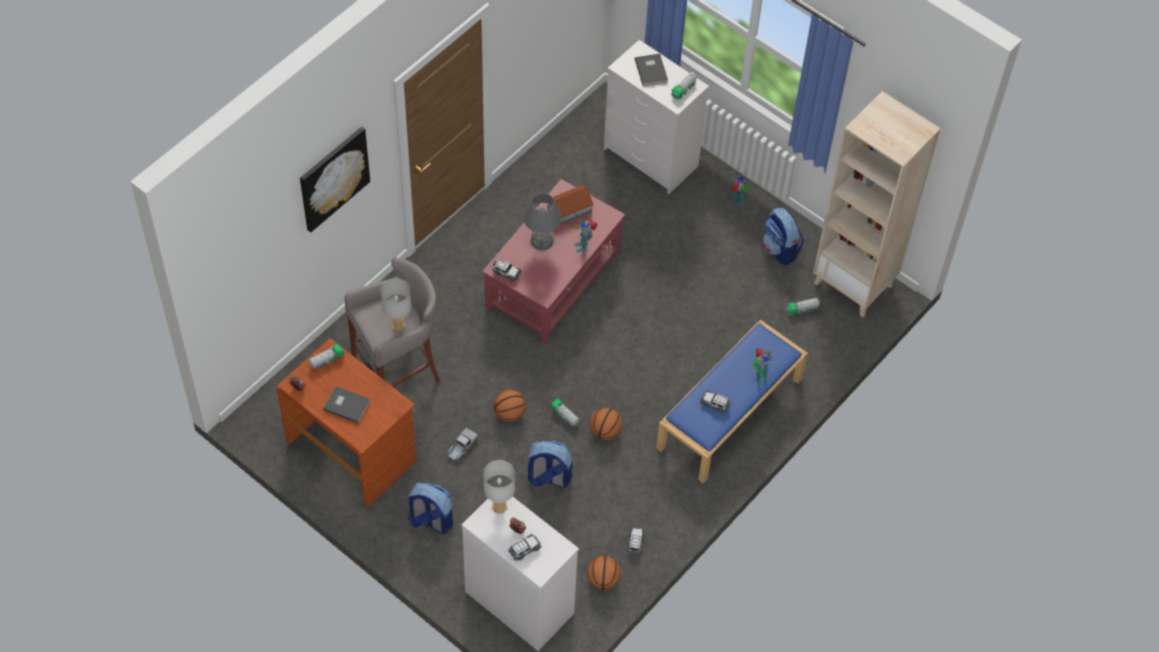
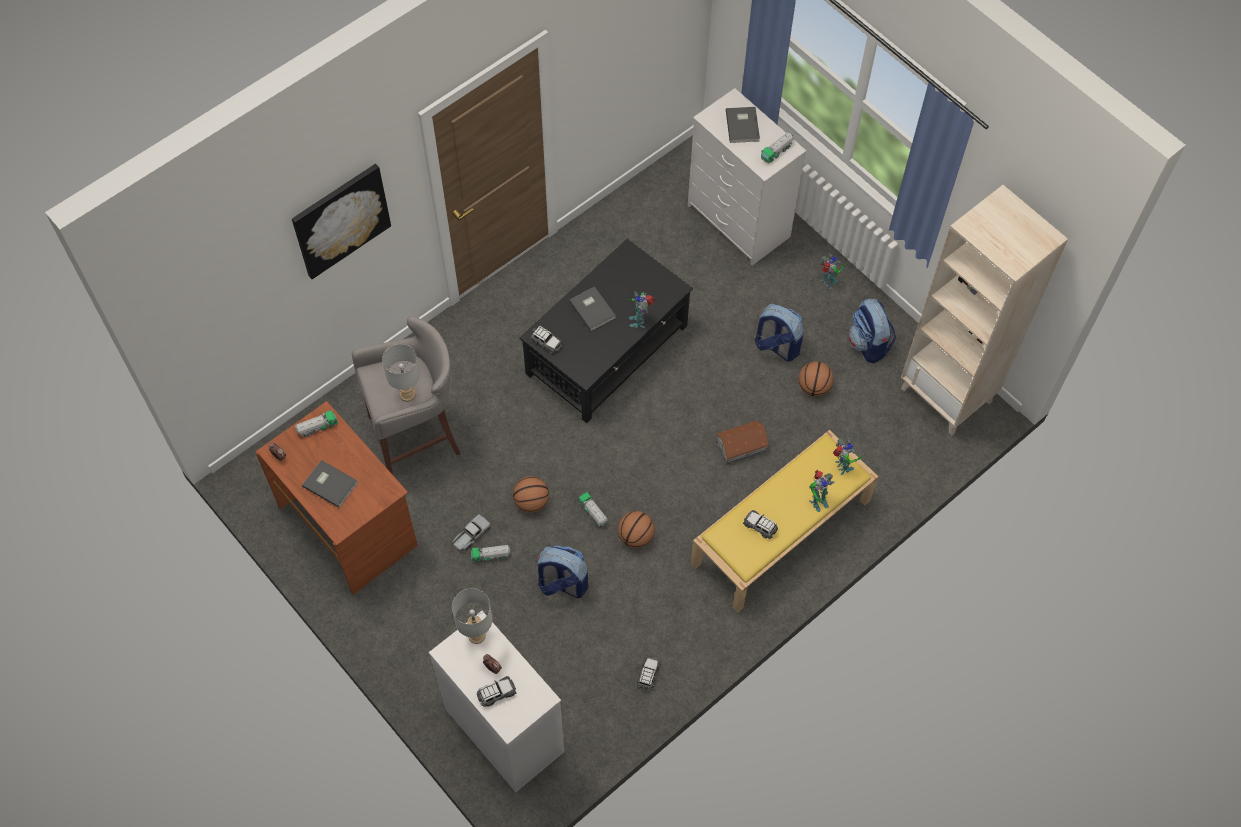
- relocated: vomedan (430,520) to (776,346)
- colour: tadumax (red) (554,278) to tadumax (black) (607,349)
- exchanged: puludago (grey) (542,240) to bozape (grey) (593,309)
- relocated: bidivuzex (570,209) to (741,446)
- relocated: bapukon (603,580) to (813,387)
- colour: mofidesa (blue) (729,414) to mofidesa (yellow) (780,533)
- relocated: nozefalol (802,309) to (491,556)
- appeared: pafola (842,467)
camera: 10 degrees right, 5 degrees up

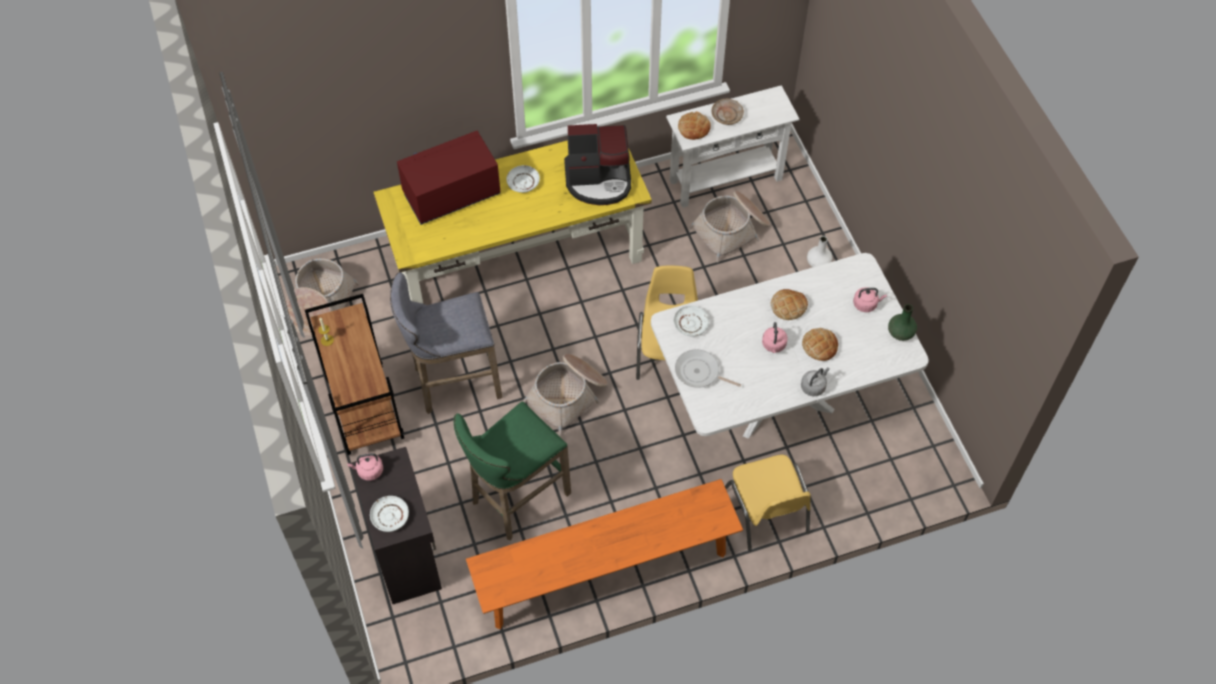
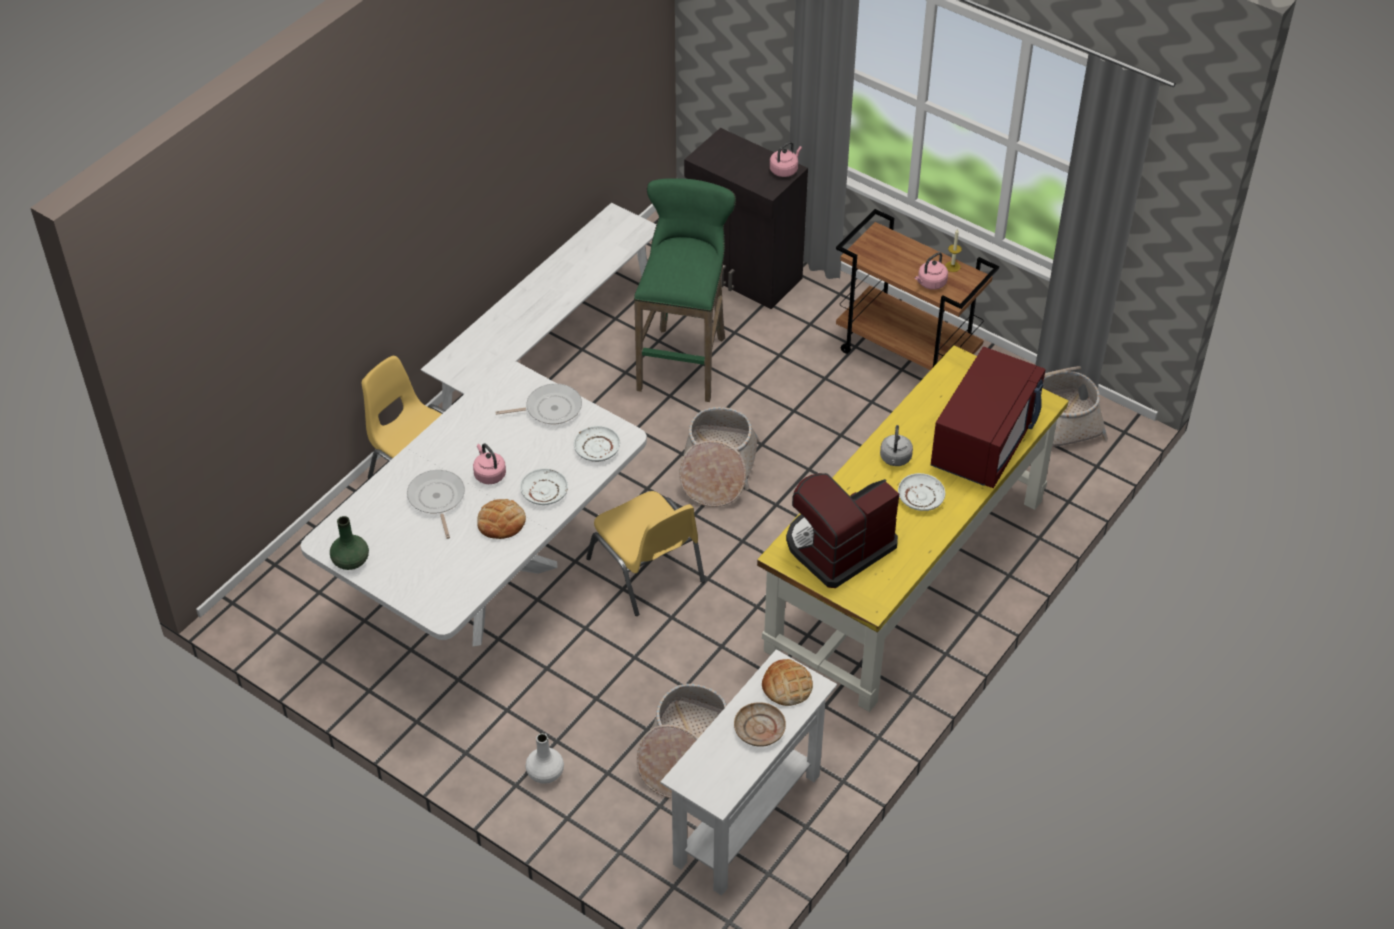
- relocated: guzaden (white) (390,516) to (544,491)
- missing: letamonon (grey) (453,383)
- colour: mofidesa (orange) (605,571) to mofidesa (white) (549,350)
- relocated: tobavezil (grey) (814,386) to (895,459)
- exchanged: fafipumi (819,346) to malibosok (437,499)
- relocated: tobavezil (pink) (866,304) to (930,283)
camera: 145 degrees right, 10 degrees down

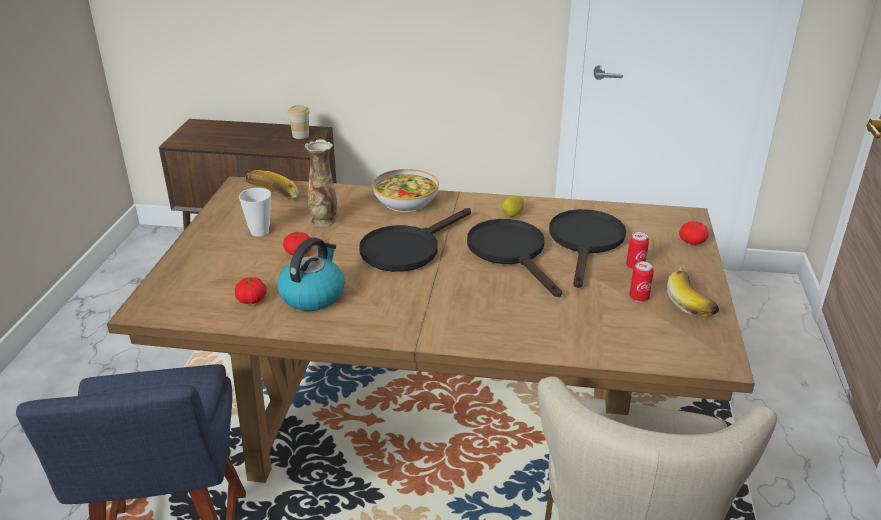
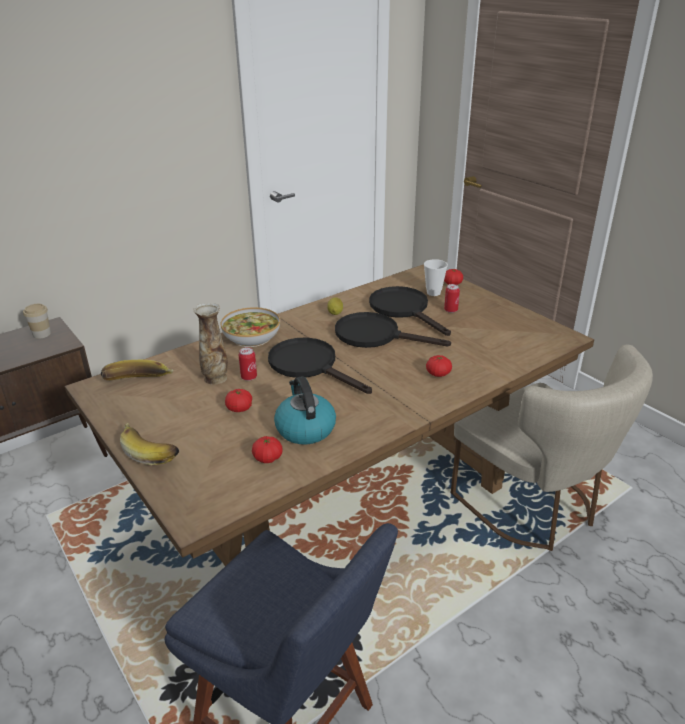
- relocated: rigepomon (259,232) to (433,293)
- spun: malibosok (black) (407,248) = (310,365) 135 degrees clockwise
- relocated: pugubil (639,297) to (249,377)
- relocated: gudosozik (694,301) to (152,450)
- appeared: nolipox (438,373)
camera: 45 degrees left, 0 degrees up

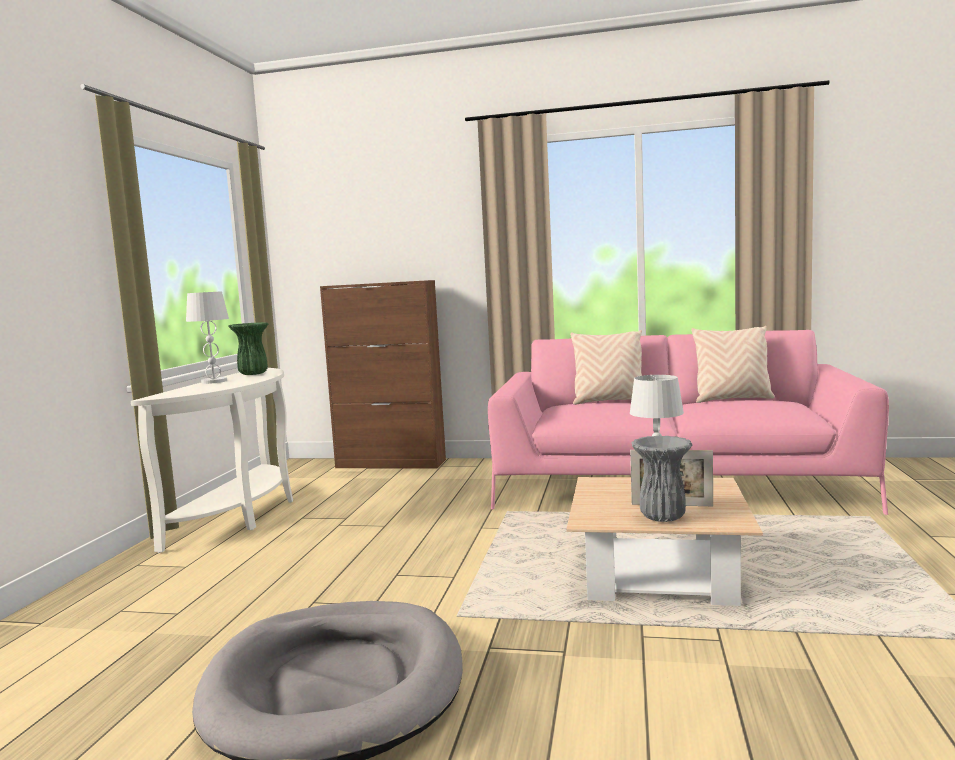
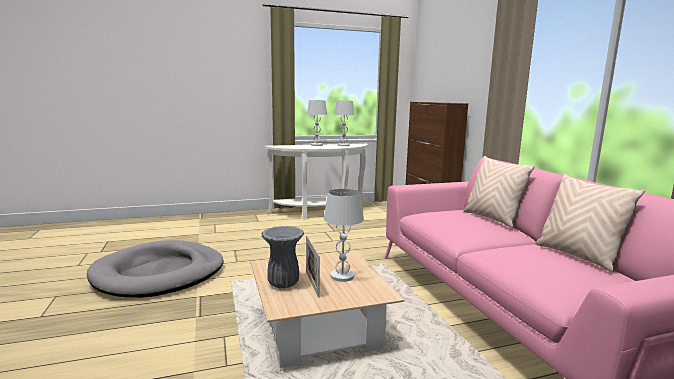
- exchanged: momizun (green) (253,374) to puludago (white) (343,145)
camera: 60 degrees right, 5 degrees up

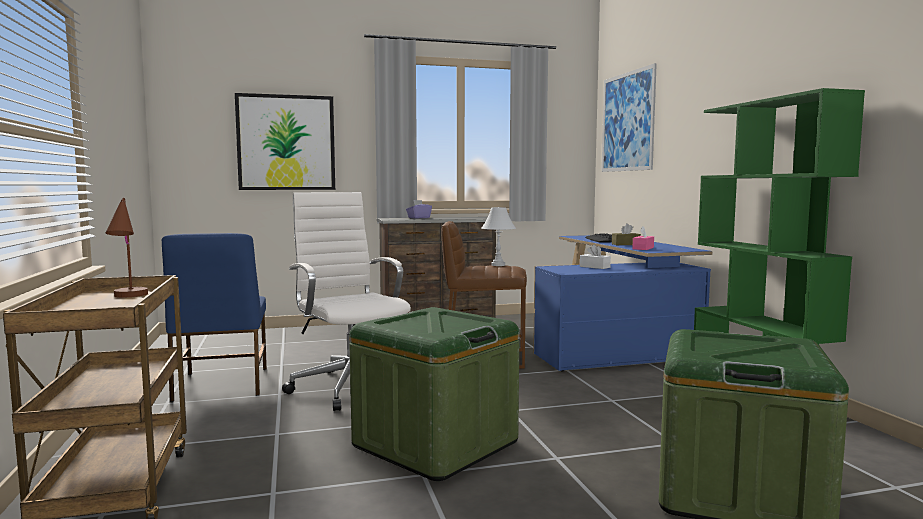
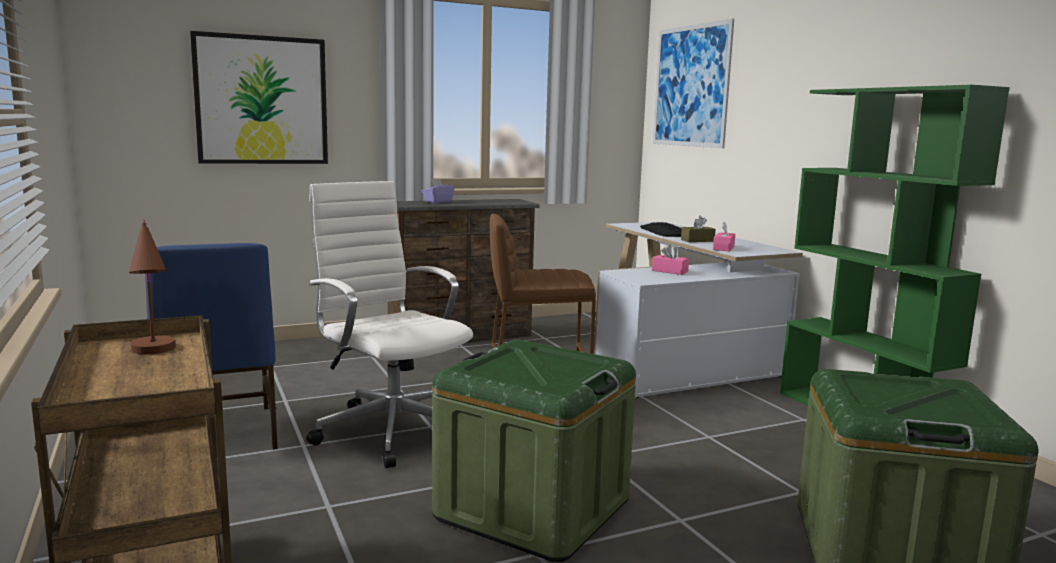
- missing: puludago (white) (498,265)
- colour: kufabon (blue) (613,344) to kufabon (white) (678,357)
- colour: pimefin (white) (594,267) to pimefin (pink) (670,271)
camera: 10 degrees left, 5 degrees up

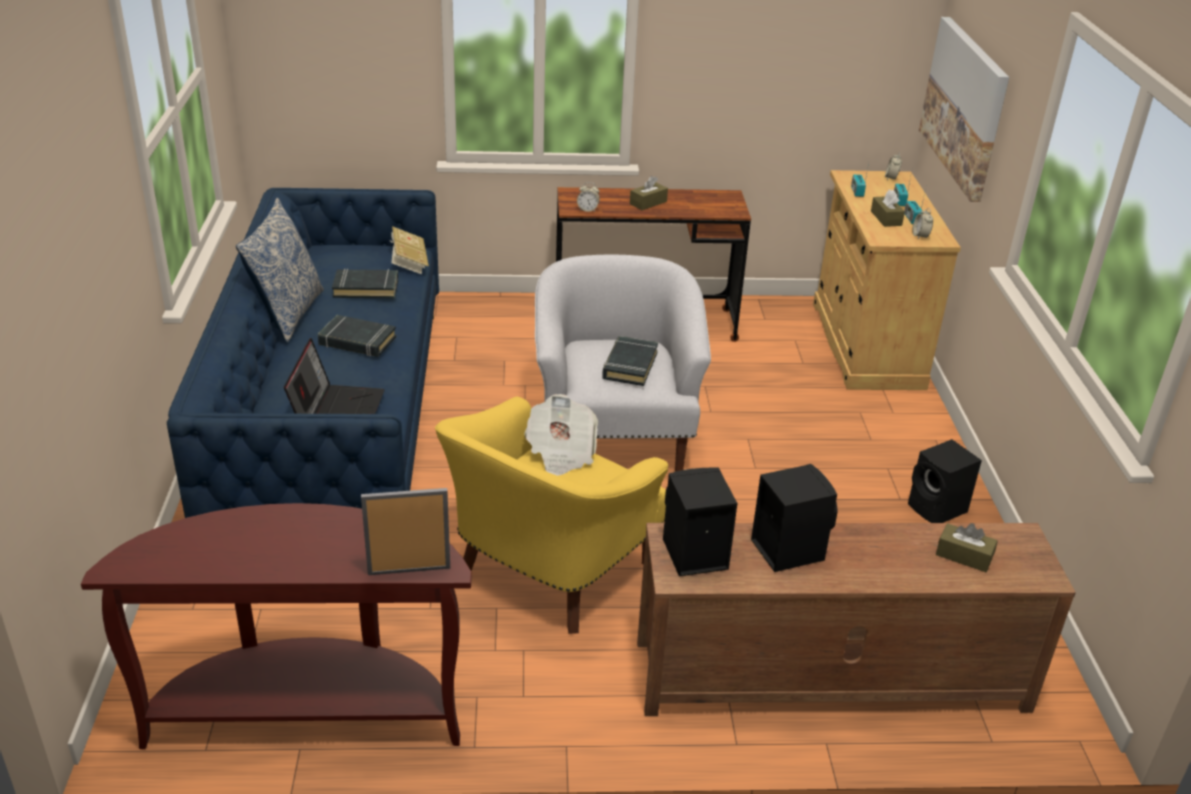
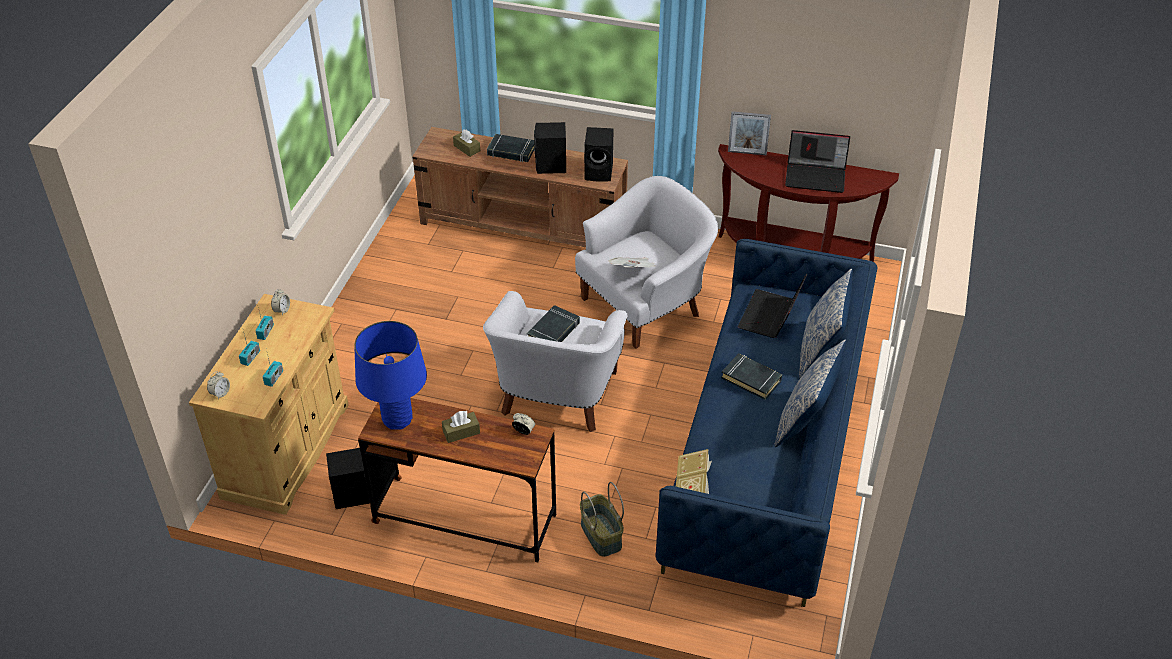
- relocated: bozape (black) (366,288) to (511,151)
- colour: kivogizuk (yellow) (548,573) to kivogizuk (white) (645,306)
- missing: pimefin (brown) (886,218)
- relocated: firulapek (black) (938,509) to (351,493)
- missing: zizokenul (964,106)
- appeared: puludago (blue) (397,420)
- appeared: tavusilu (600,535)
- appeared: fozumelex (816,176)
- appeared: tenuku (820,352)
camera: 160 degrees left, 10 degrees up

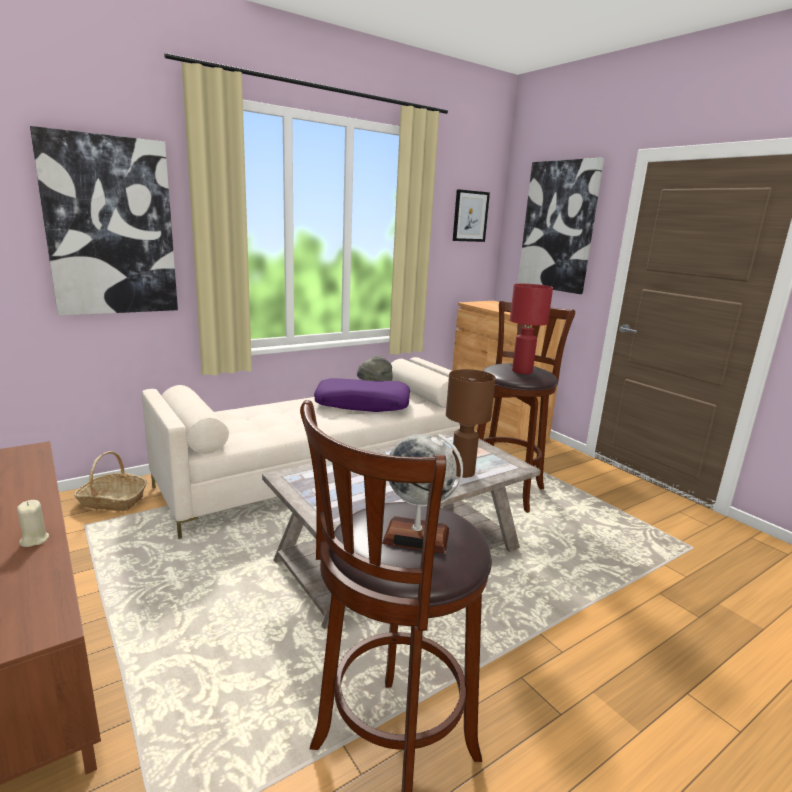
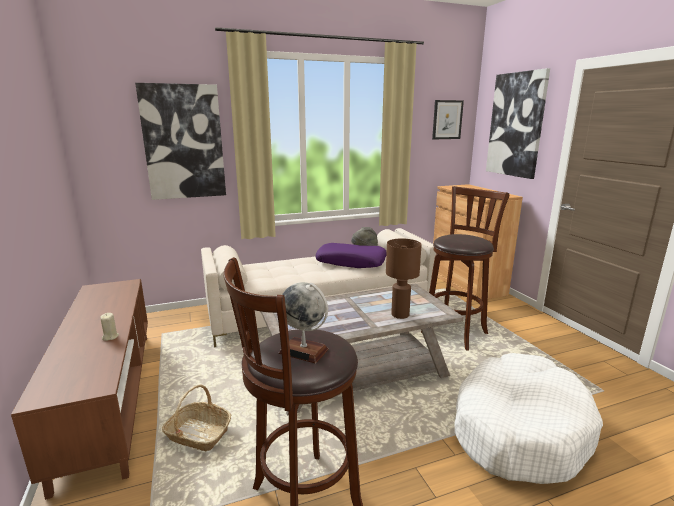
- relocated: tavusilu (112,501) to (198,434)
- missing: puludago (red) (521,372)
- appeared: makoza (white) (518,429)
camera: 15 degrees right, 0 degrees up

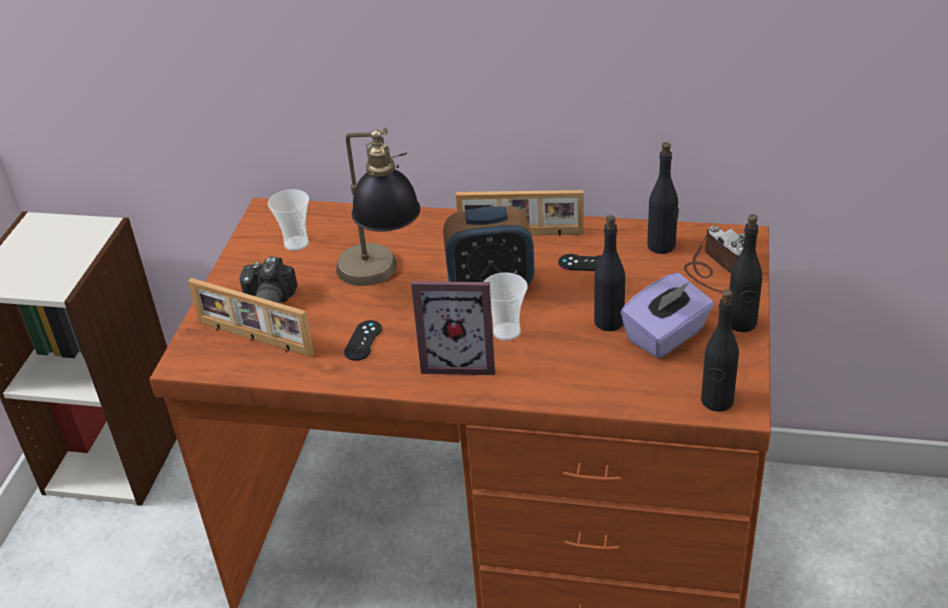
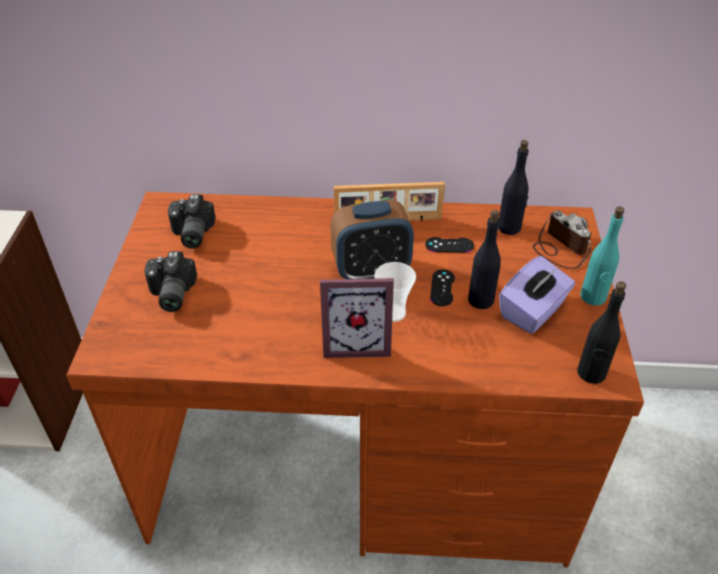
- missing: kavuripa (254,339)
- exchanged: rigepomon (296,243) to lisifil (191,234)
- missing: puludago (381,279)
- relocated: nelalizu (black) (363,340) to (442,288)
- colour: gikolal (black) (741,323) to gikolal (turquoise) (593,297)
camera: 10 degrees left, 5 degrees up

